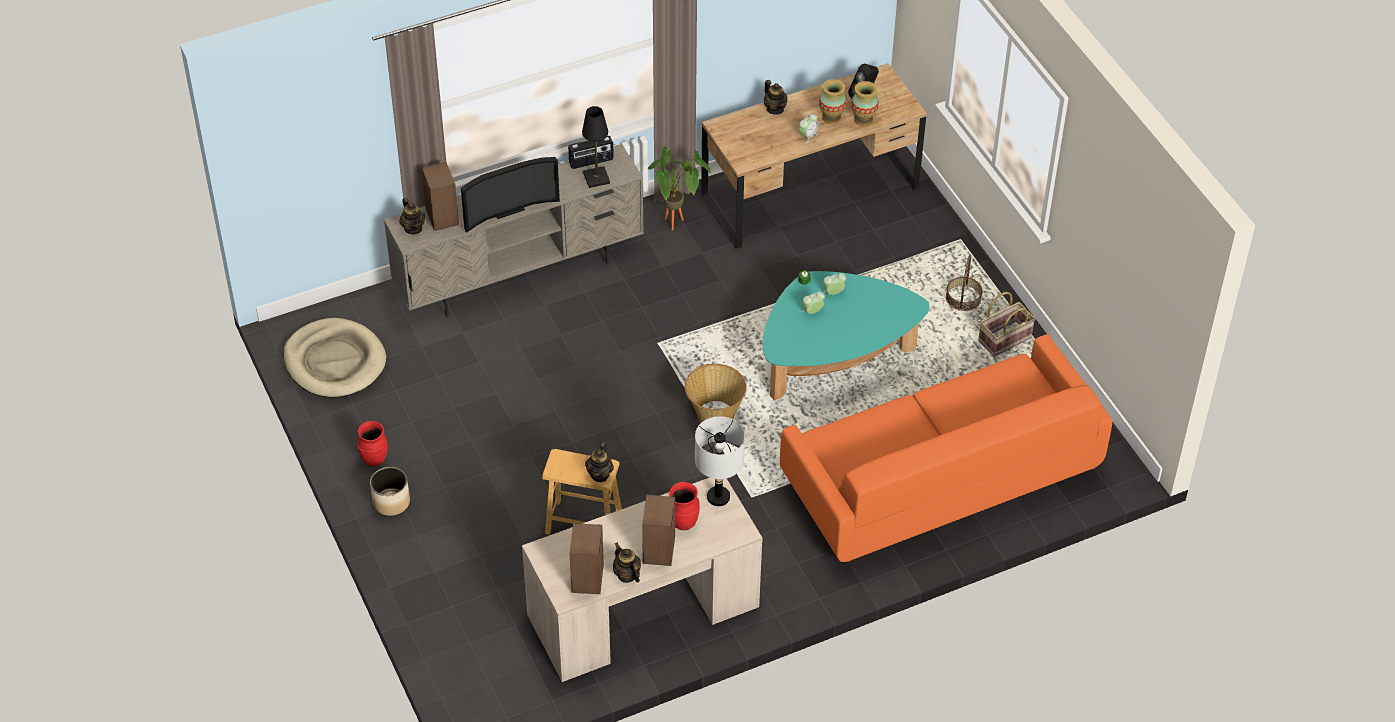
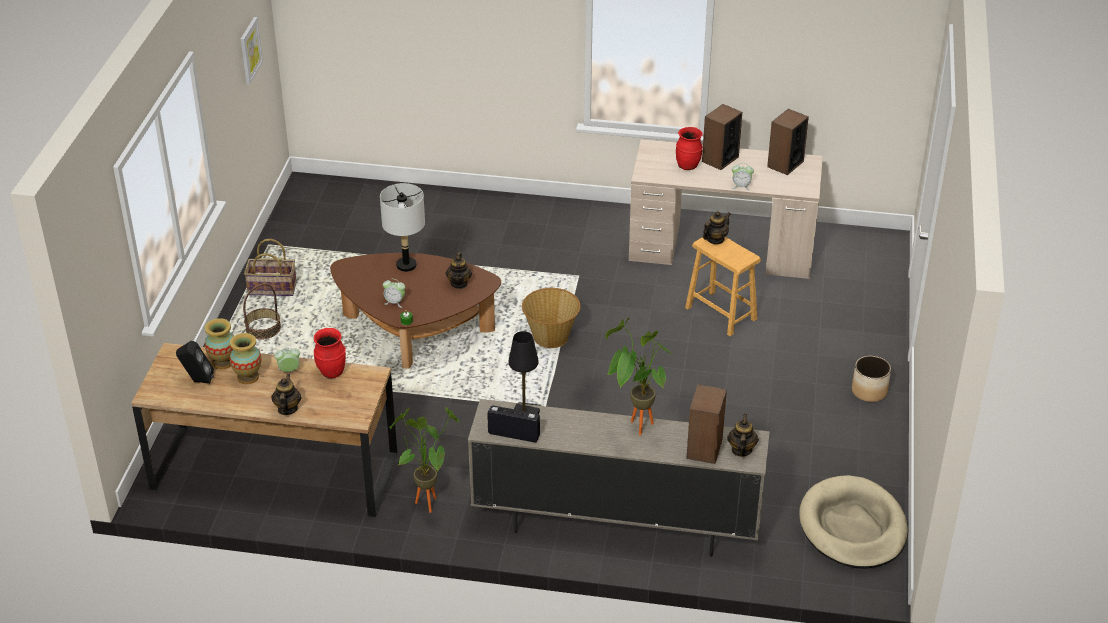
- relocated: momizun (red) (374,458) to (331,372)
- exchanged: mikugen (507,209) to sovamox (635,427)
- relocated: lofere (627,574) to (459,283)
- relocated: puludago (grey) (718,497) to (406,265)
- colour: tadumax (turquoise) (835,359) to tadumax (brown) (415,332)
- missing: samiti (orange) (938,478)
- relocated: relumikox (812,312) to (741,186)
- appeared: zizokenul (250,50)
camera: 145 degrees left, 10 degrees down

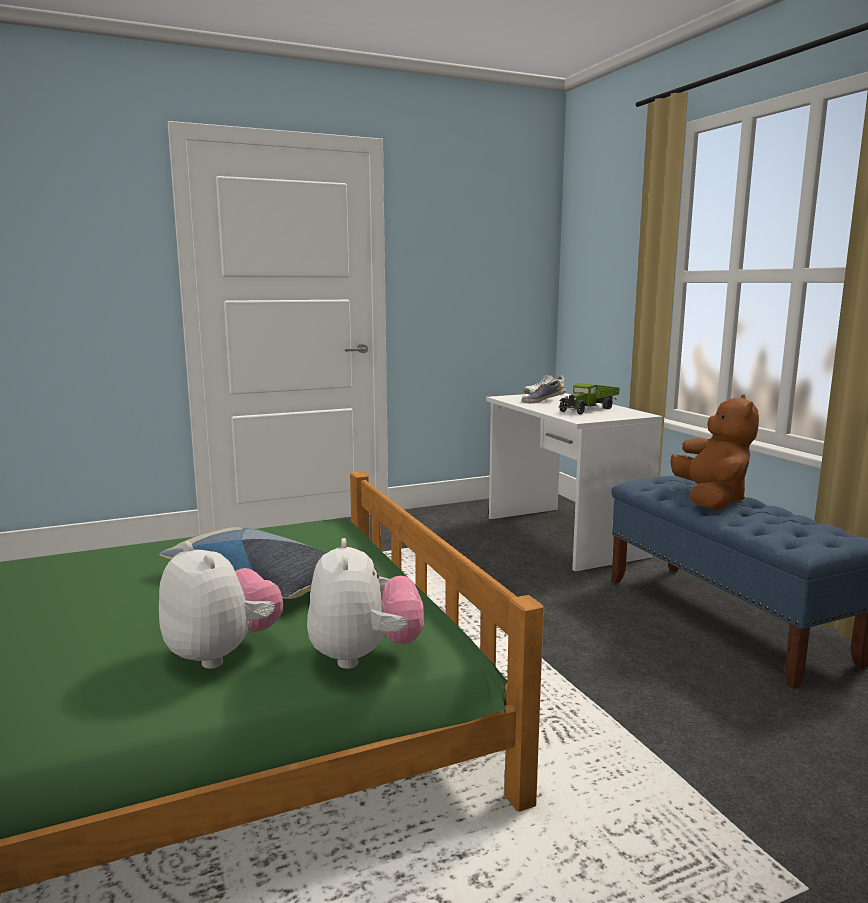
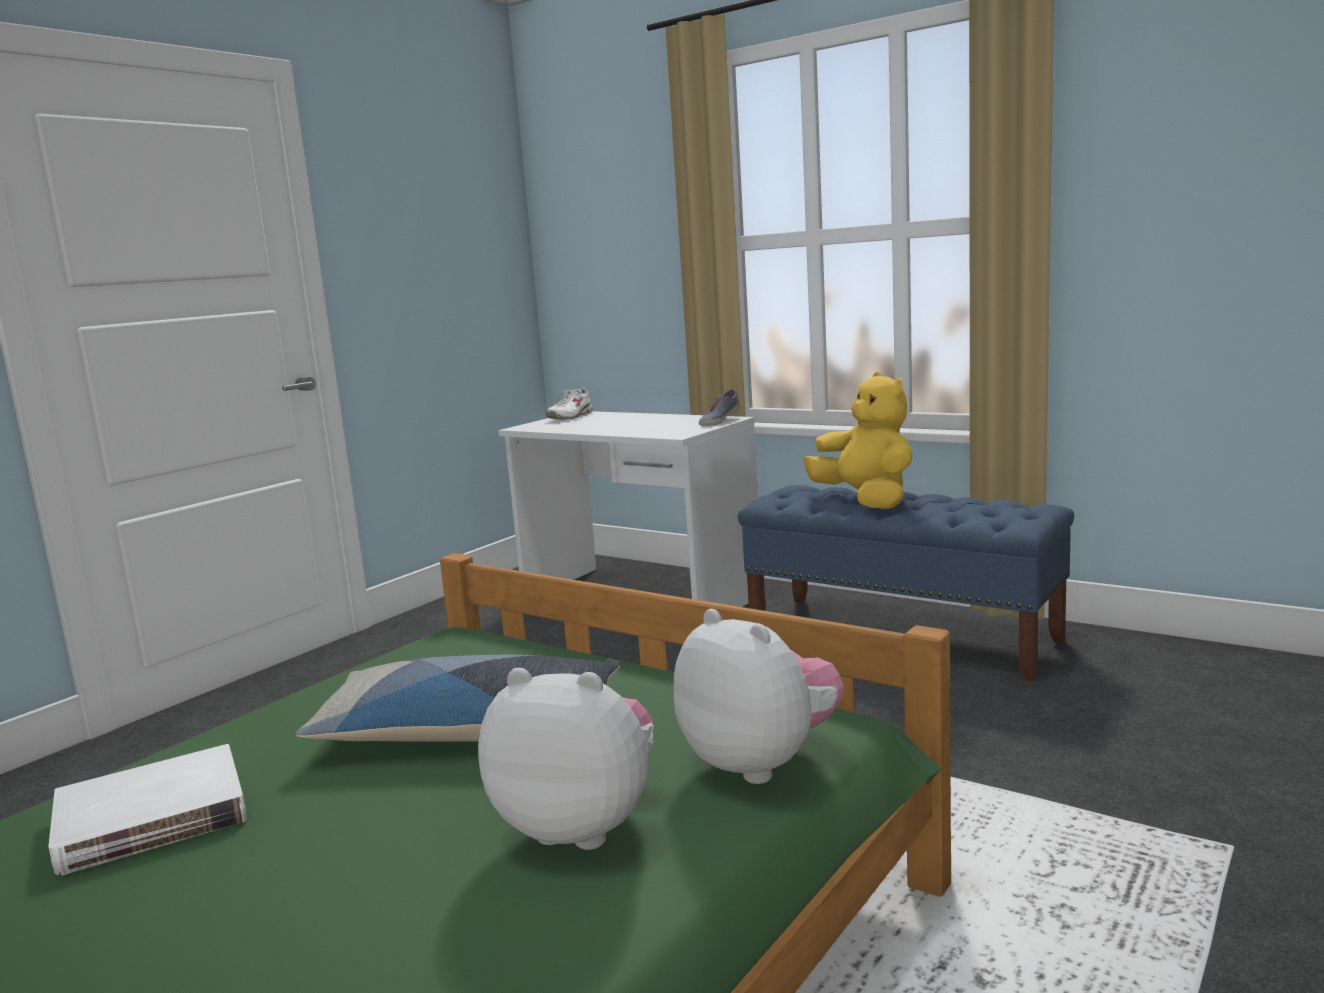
- relocated: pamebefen (541,401) to (719,421)
- missing: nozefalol (588,409)
- colour: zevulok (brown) (710,500) to zevulok (yellow) (866,501)
- appeared: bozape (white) (152,817)
camera: 30 degrees left, 0 degrees up

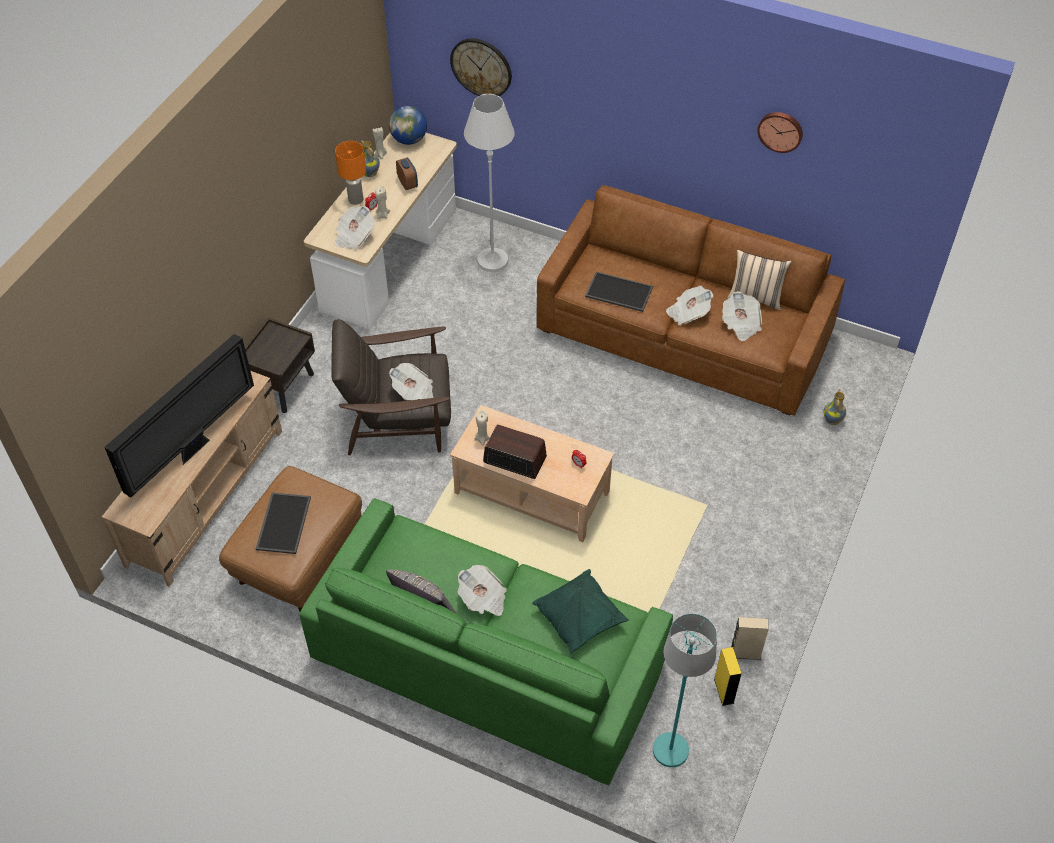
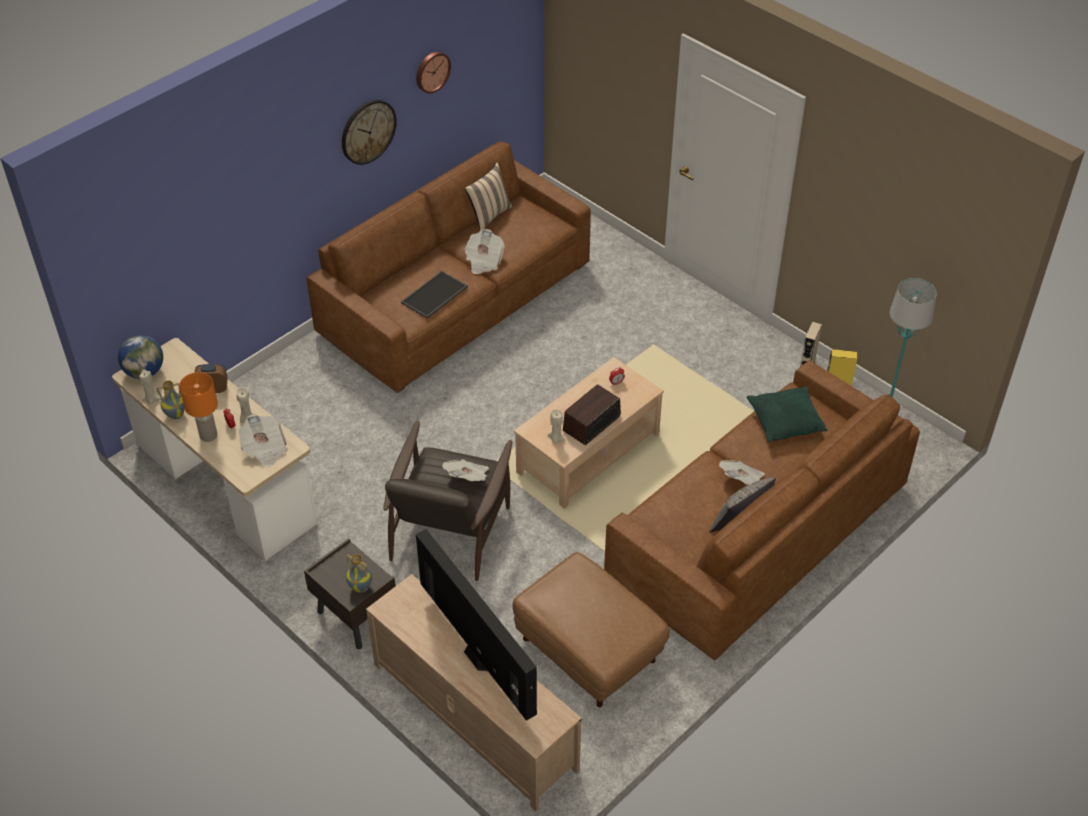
- missing: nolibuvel (282,522)
- colour: samiti (green) (488,660) to samiti (brown) (757,532)
- relocated: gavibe (481,67) to (368,131)
- missing: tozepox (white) (492,260)
- missing: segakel (741,324)
- relocated: momizun (832,421) to (361,587)
camera: 70 degrees left, 5 degrees down

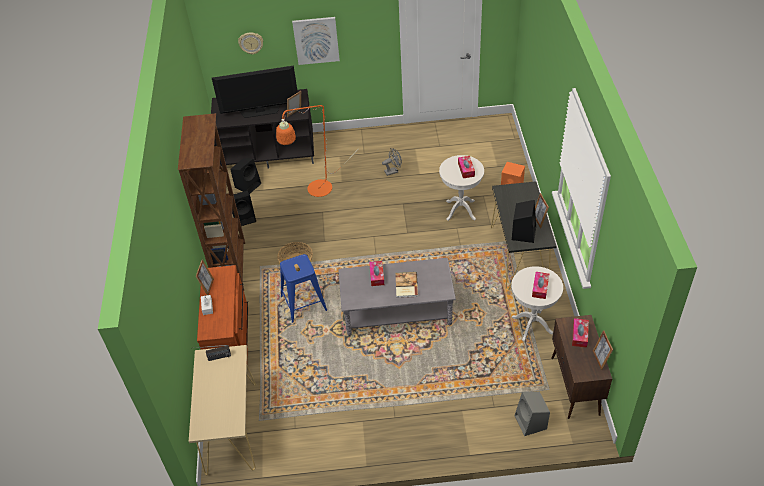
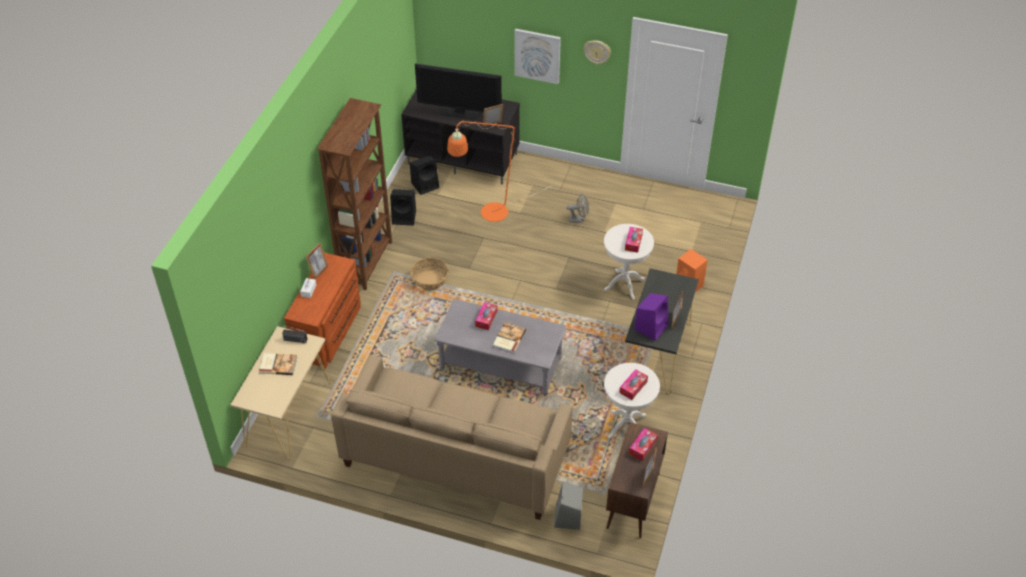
- relocated: gavibe (251,42) to (597,51)
- missing: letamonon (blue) (304,303)
- colour: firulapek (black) (523,232) to firulapek (purple) (651,327)
- appeared: bozape (278,364)
- appeared: samiti (beige) (455,456)
camera: 20 degrees right, 0 degrees up

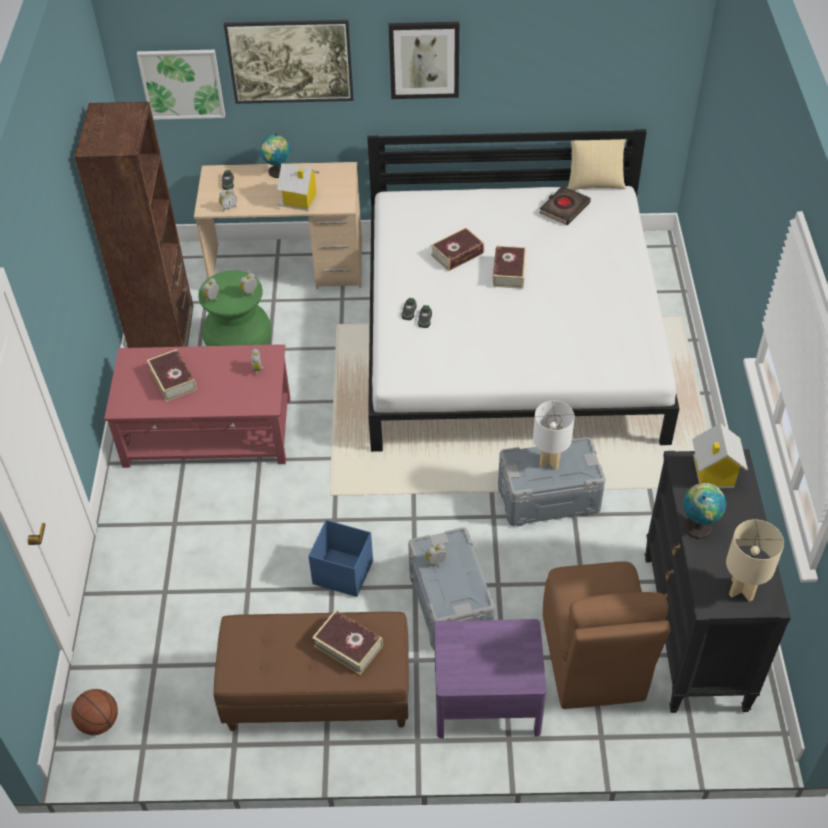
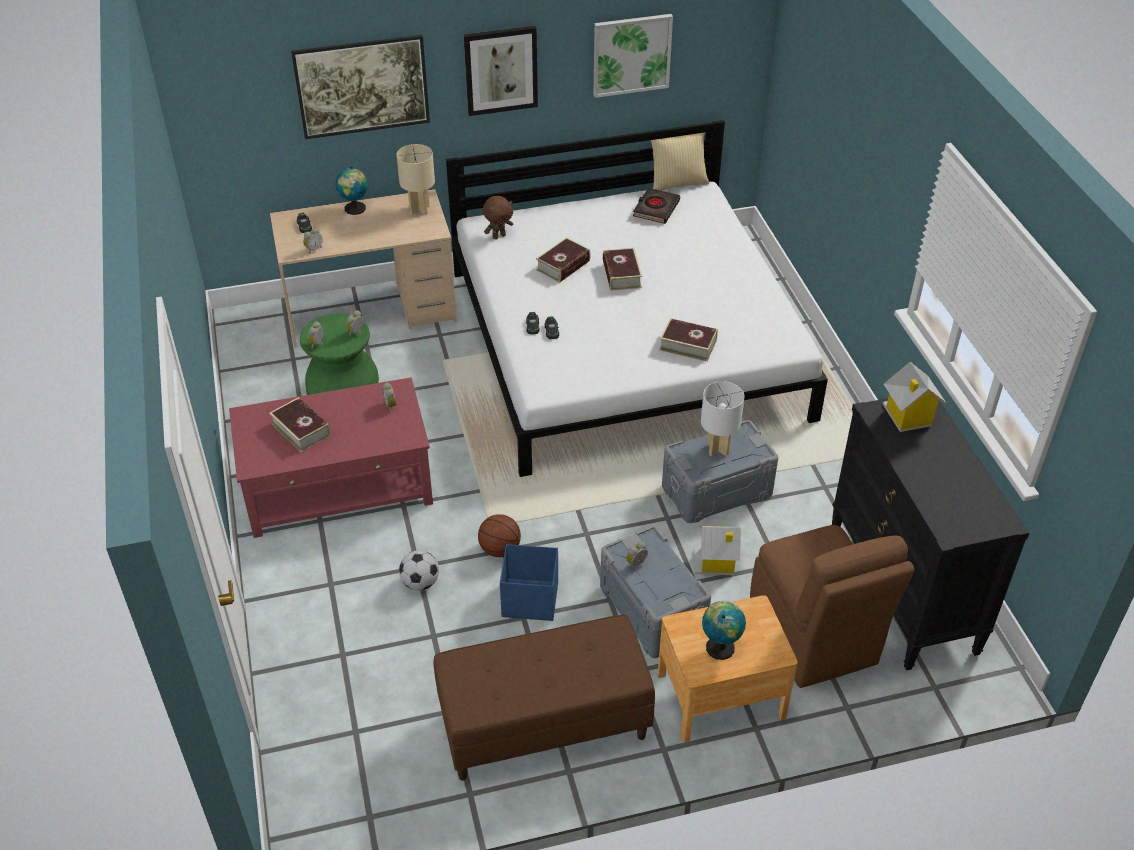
- relocated: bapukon (99,722) to (499,549)
- missing: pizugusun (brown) (163,333)
- relocated: zizokenul (182,83) to (631,54)
- relocated: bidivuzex (299,201) to (716,563)
- relocated: bozape (348,646) to (688,345)
- colour: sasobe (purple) (486,700) to sasobe (brown) (721,695)
- relocated: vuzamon (698,525) to (720,646)
- relocated: puludago (beige) (741,589) to (419,209)
- appeared: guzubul (420,583)
- appeared: zevulok (brown) (499,236)
camera: 15 degrees left, 5 degrees down

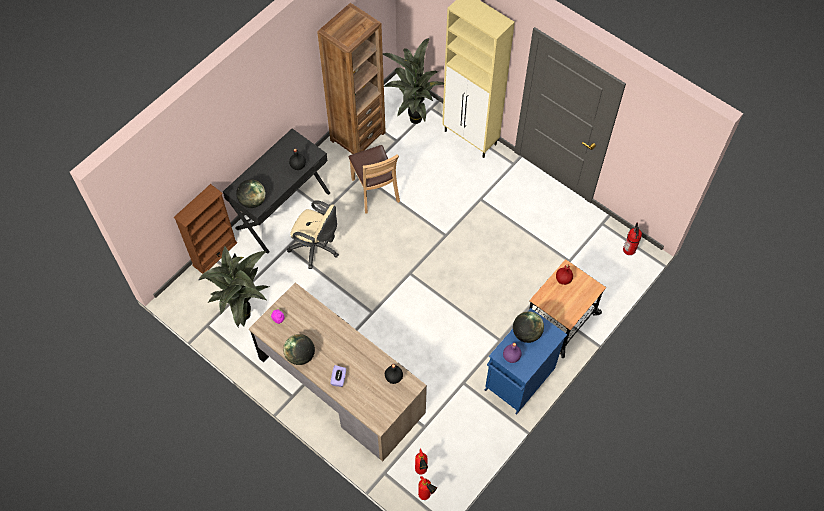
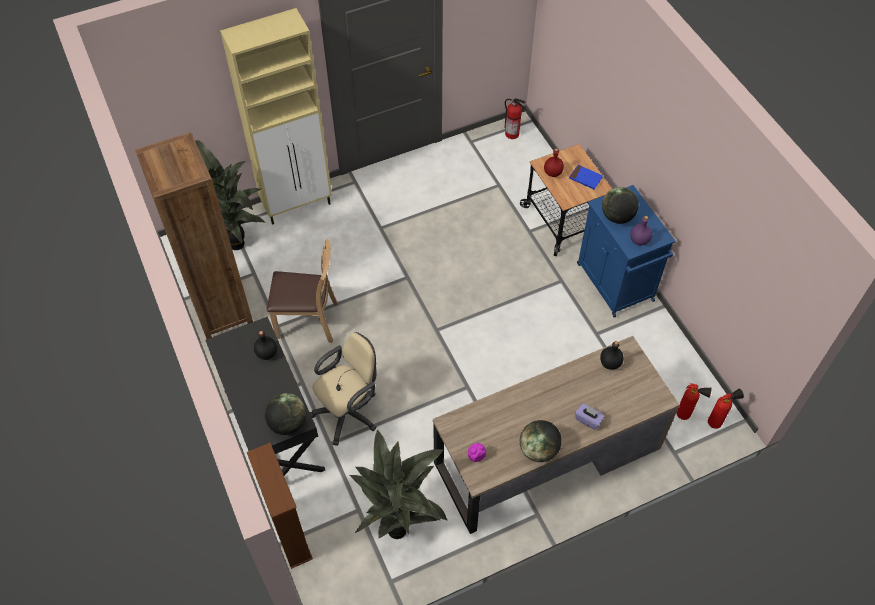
- appeared: bozape (blue) (585,178)
camera: 65 degrees left, 5 degrees down

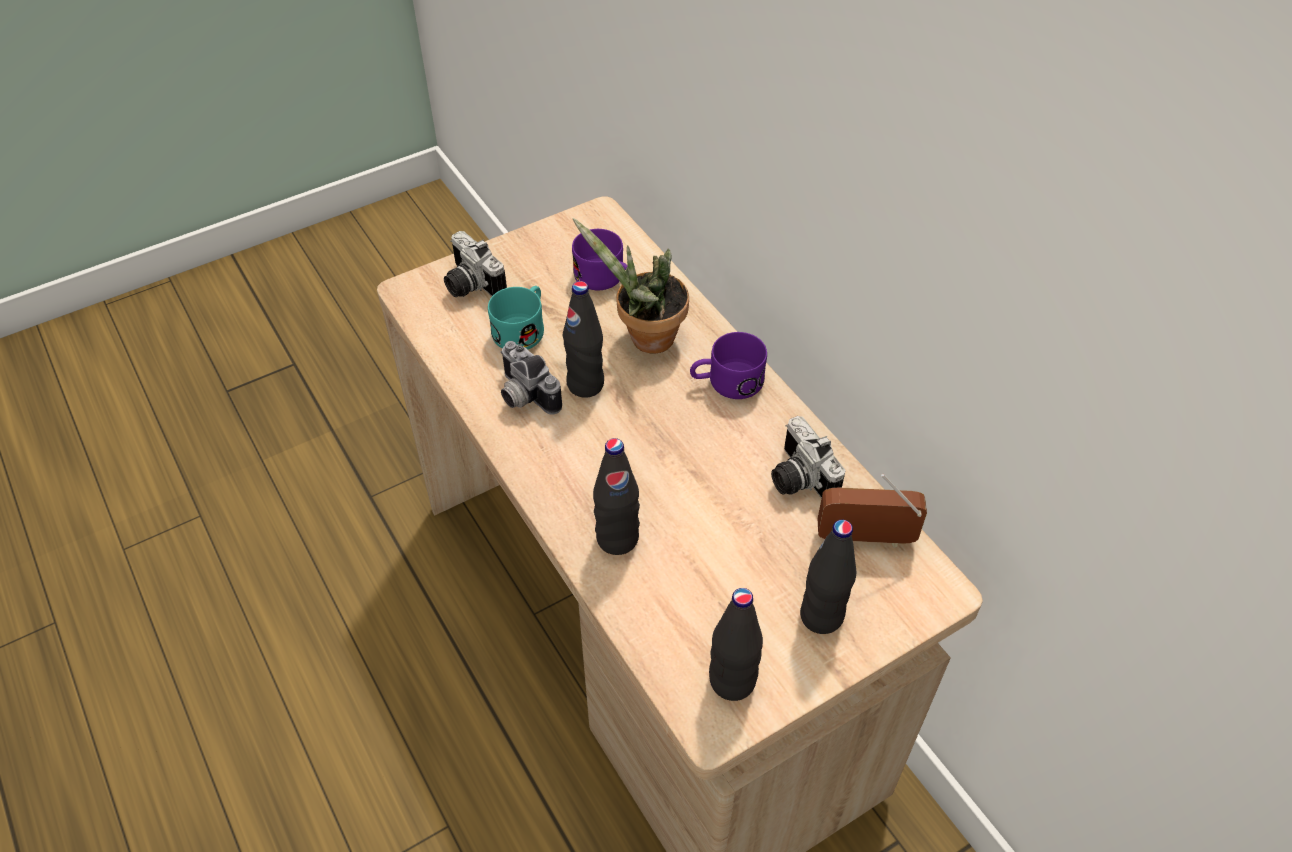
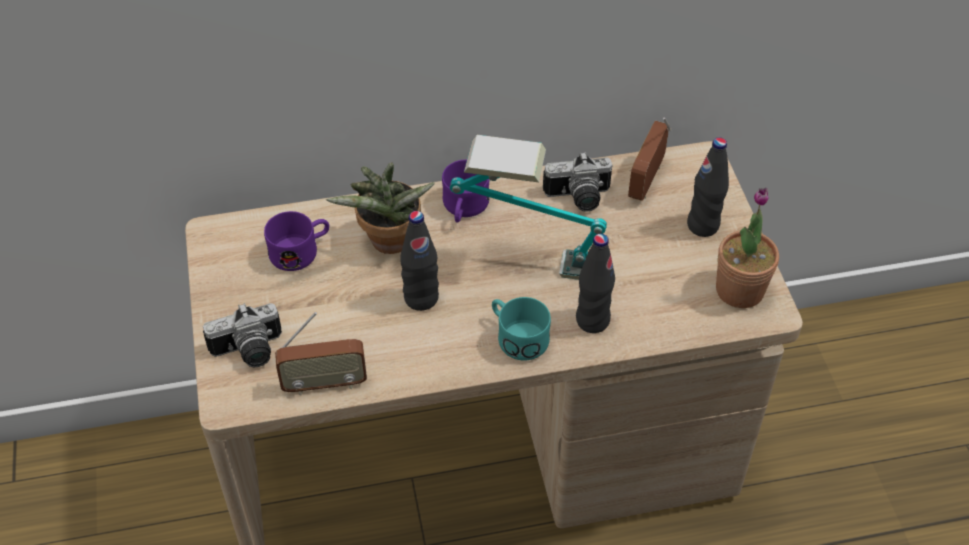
- relocated: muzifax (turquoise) (523,328) to (516,336)
- missing: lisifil (523,396)
- exchanged: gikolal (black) (732,681) to sovamox (739,290)
- appeared: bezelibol (324,384)
- appeared: puludago (526,260)
camera: 70 degrees left, 0 degrees up

